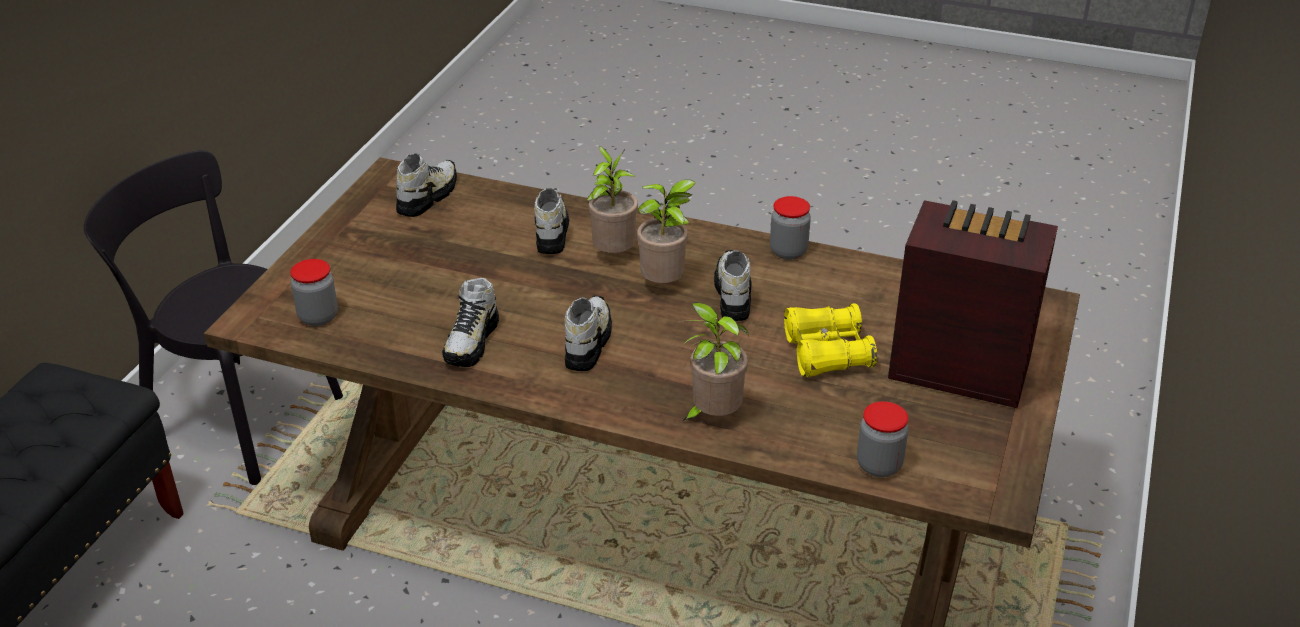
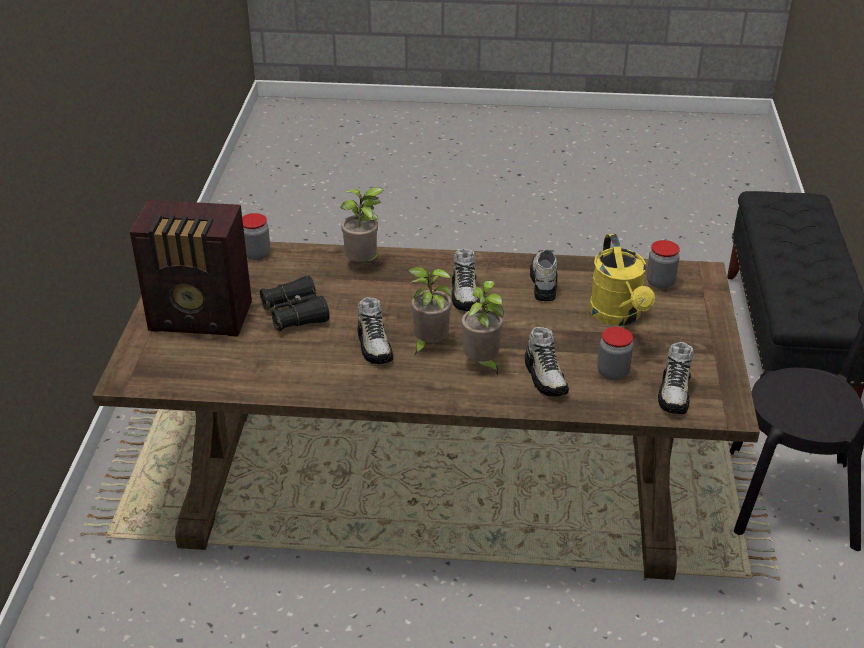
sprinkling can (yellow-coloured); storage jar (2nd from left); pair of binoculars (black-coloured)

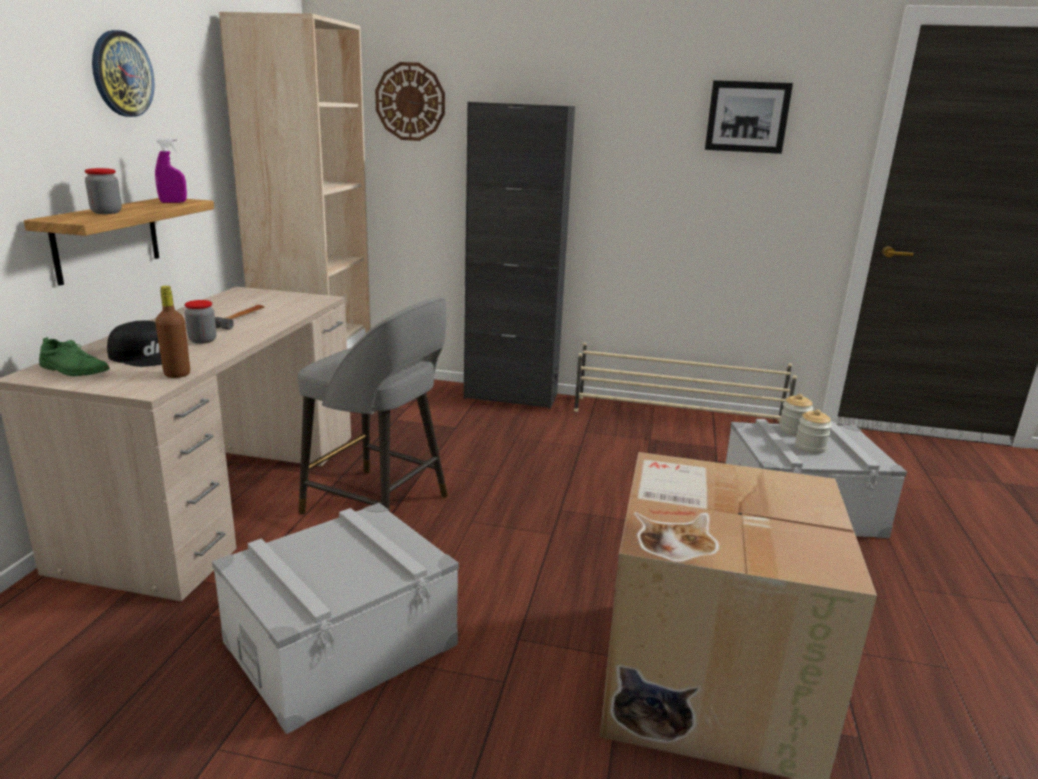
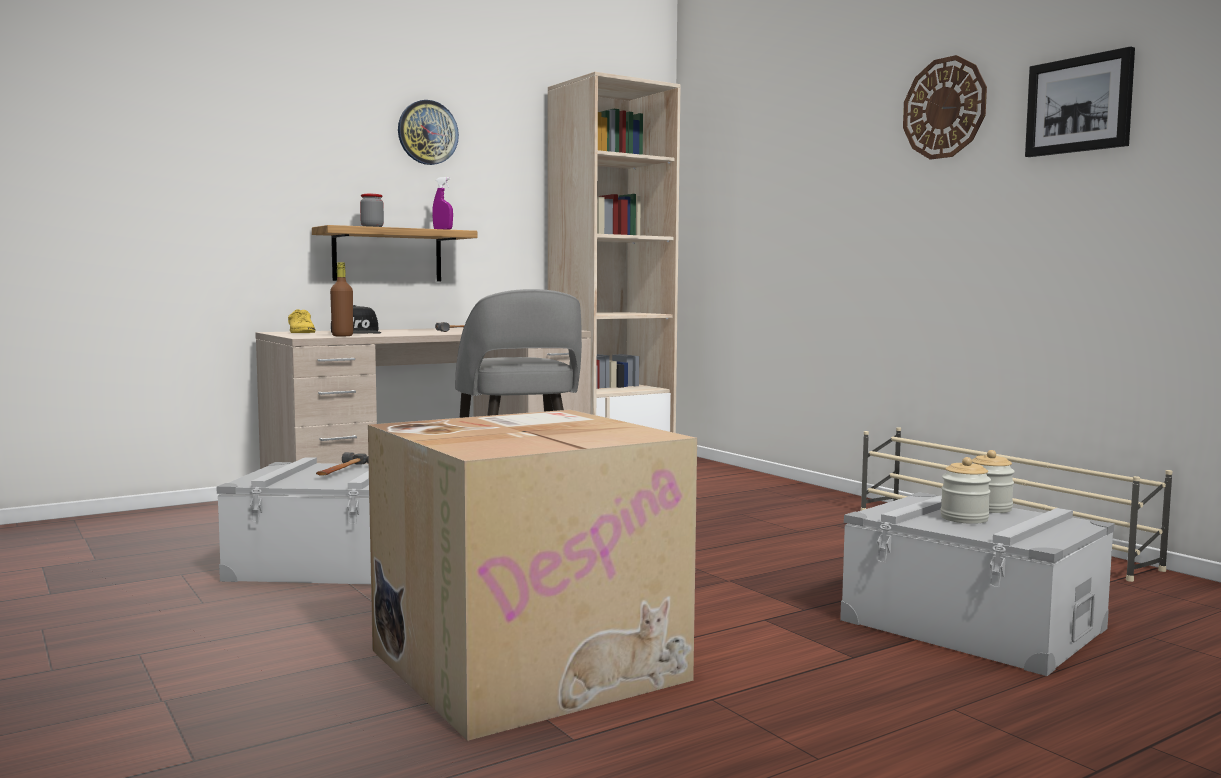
storage jar (2nd from left in the first image); cupboard (black-coloured); hammer (1st from left); wall clock (2nd from left); shoe (yellow-coloured)

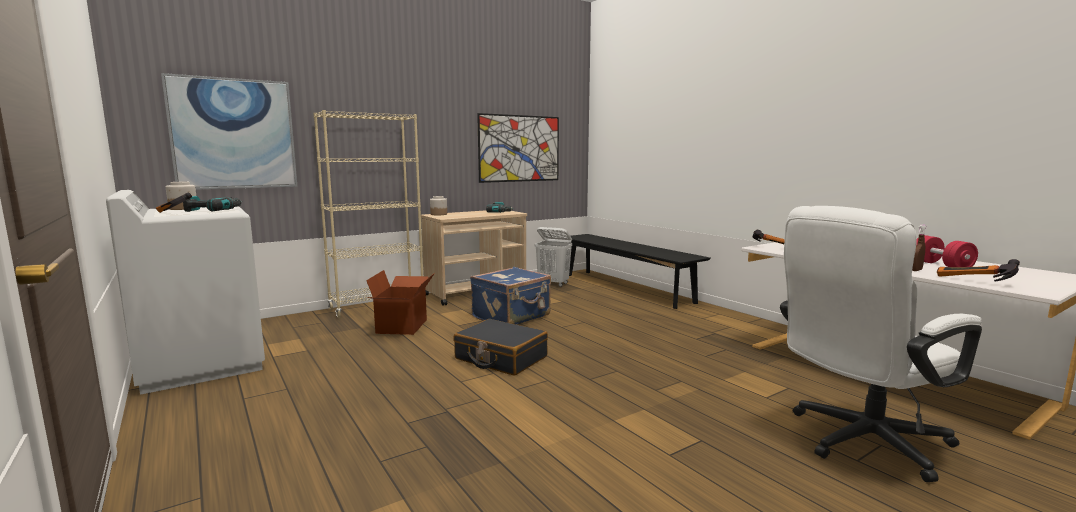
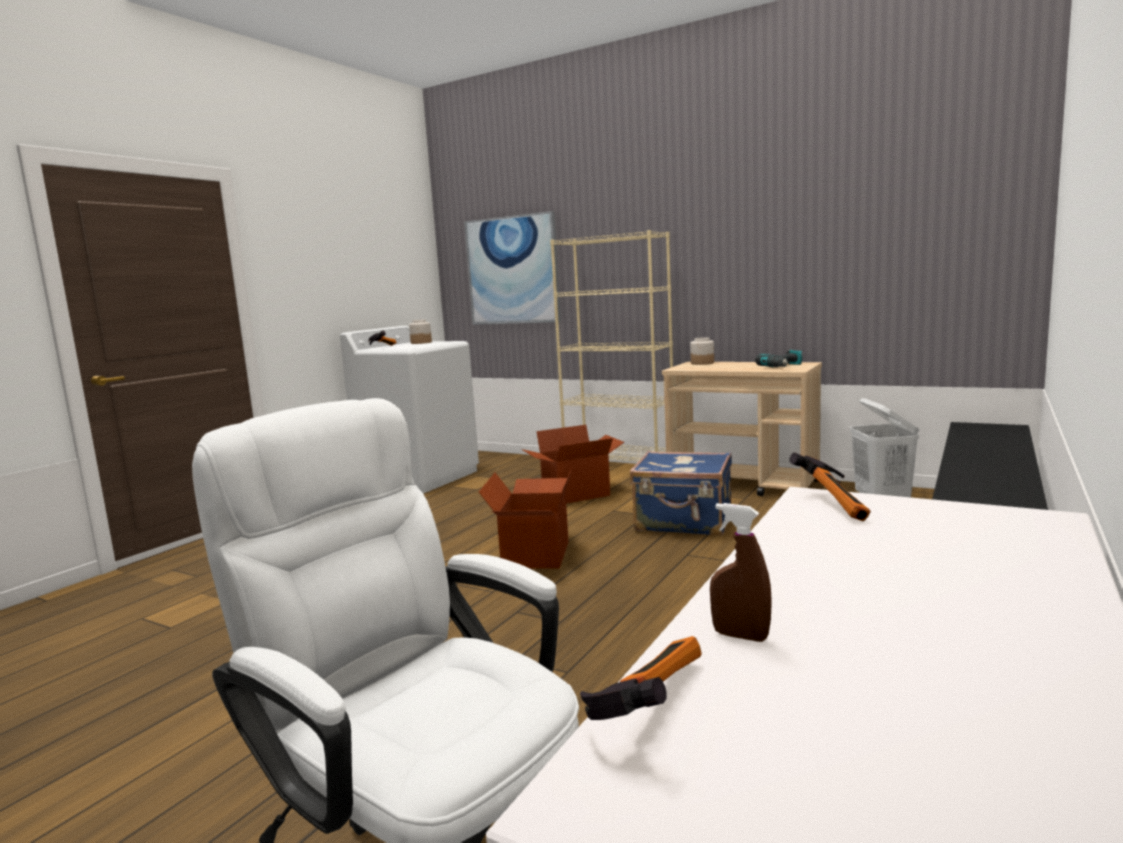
electric drill (1st from left in the first image); picture (2nd from left in the first image); dumbbell (reddish); carton (1st from left)

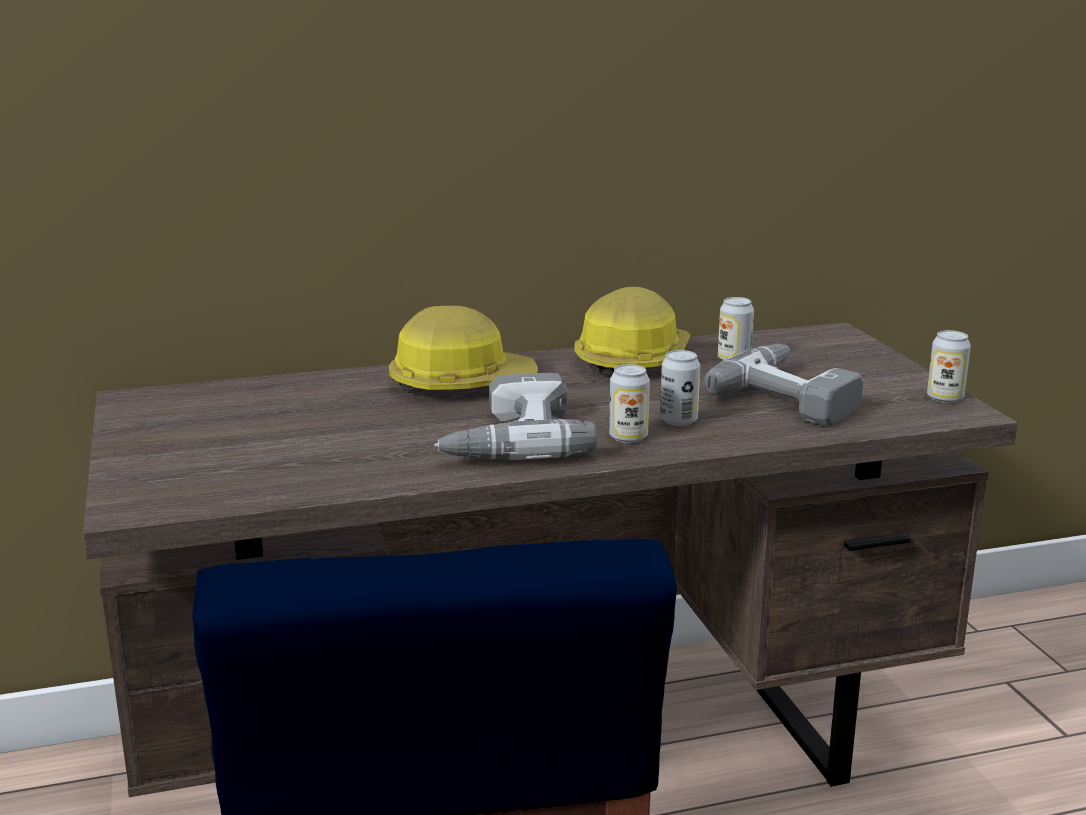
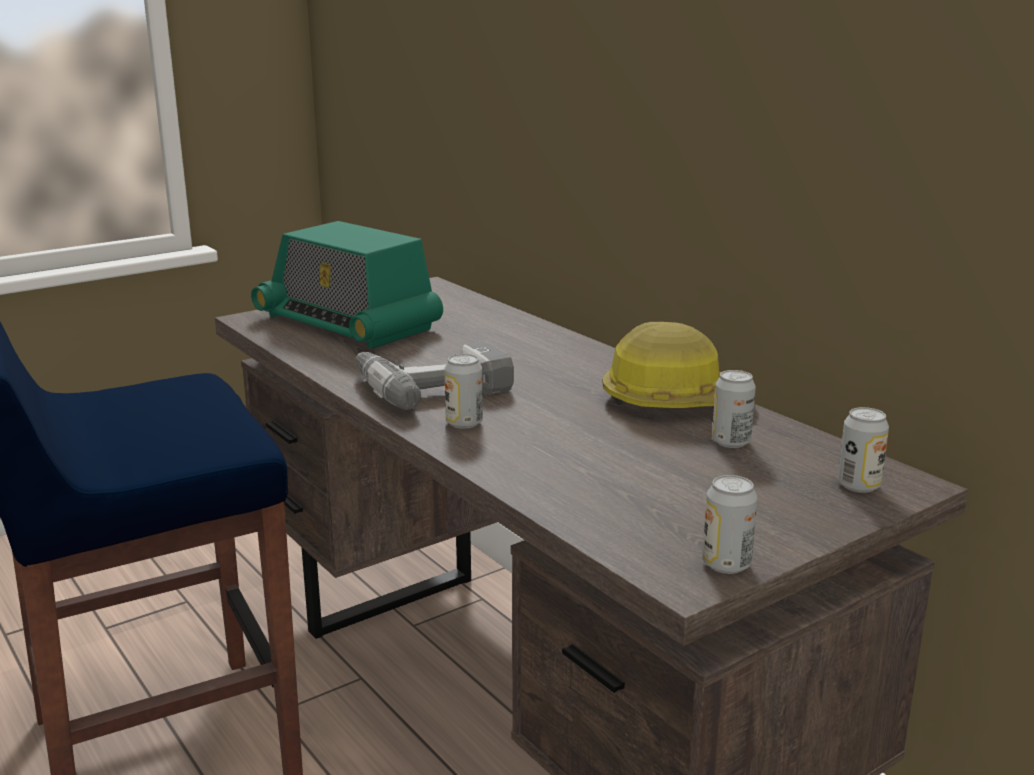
safety helmet (1st from left in the first image); electric drill (2nd from left in the first image); radio set; sealed can (4th from left)

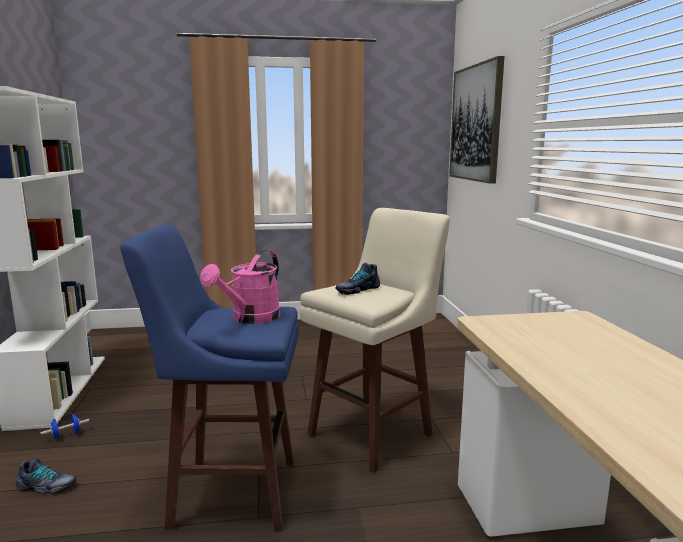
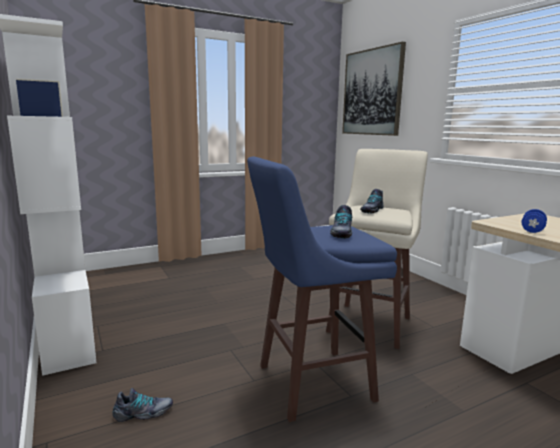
dumbbell (bluish); shoe (2nd from left)

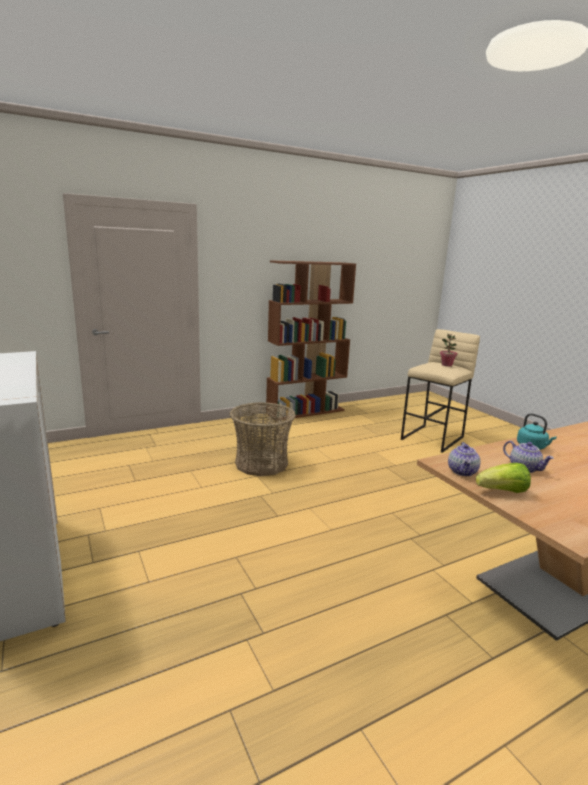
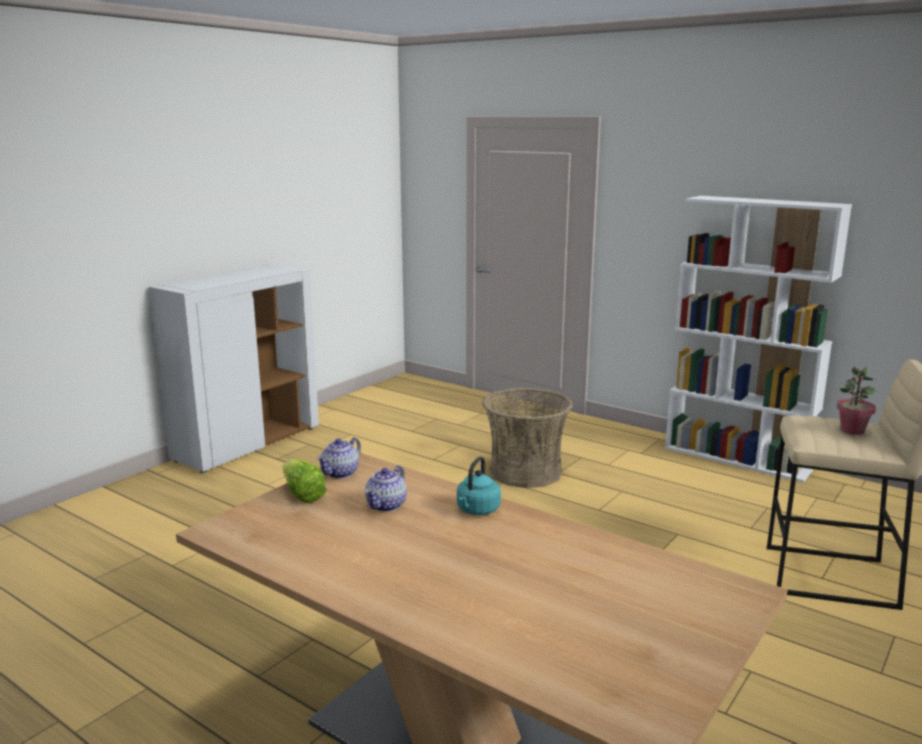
shelving unit (white); pot for tea (1st from left)

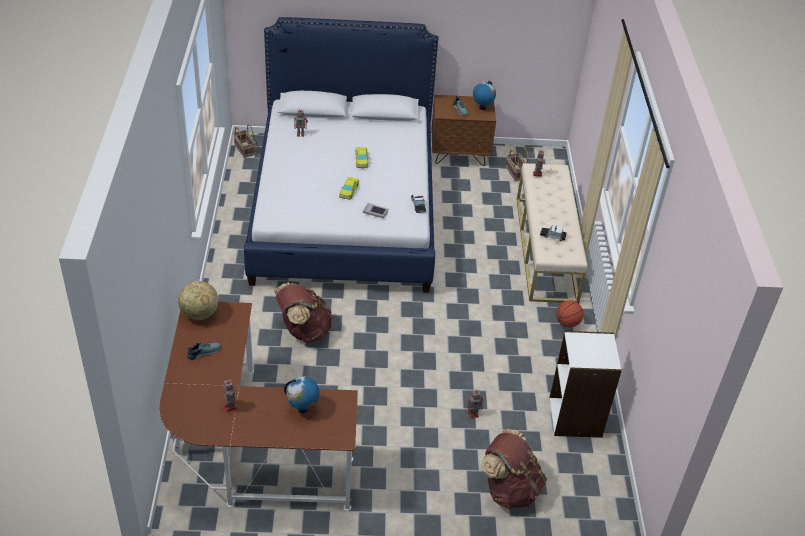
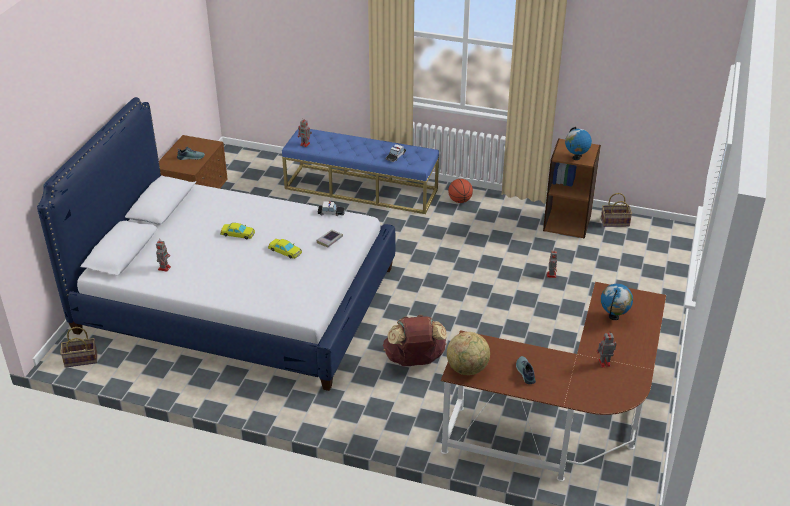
knapsack (brownish) (2nd from left in the first image); desk globe (2nd from left); basket (2nd from left); bench (bluish); shelving unit (brownish)

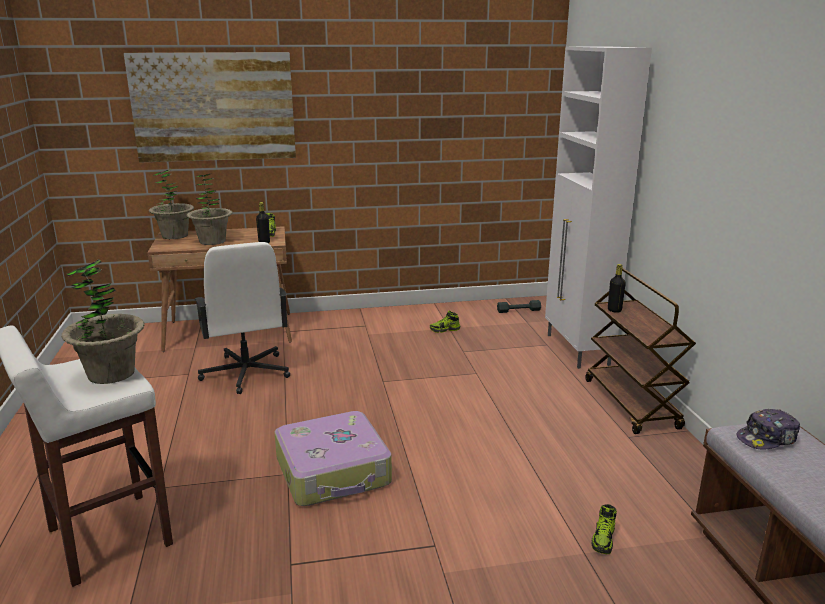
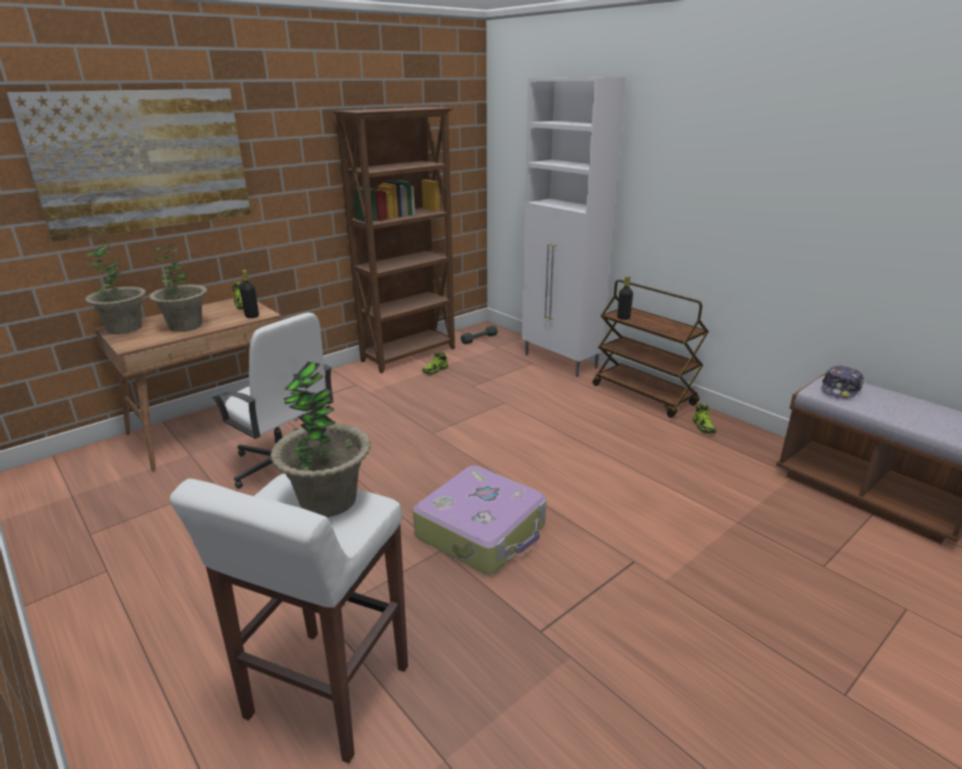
shelving unit (brownish); shoe (3rd from left)

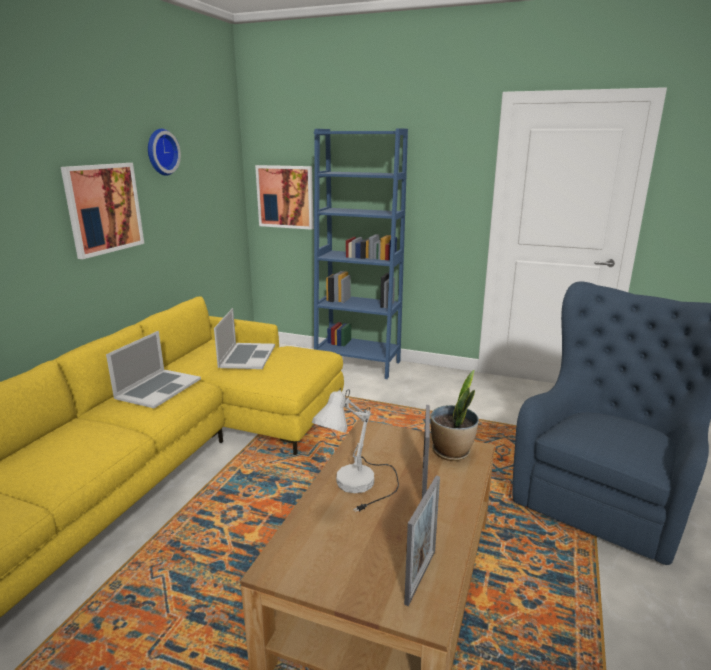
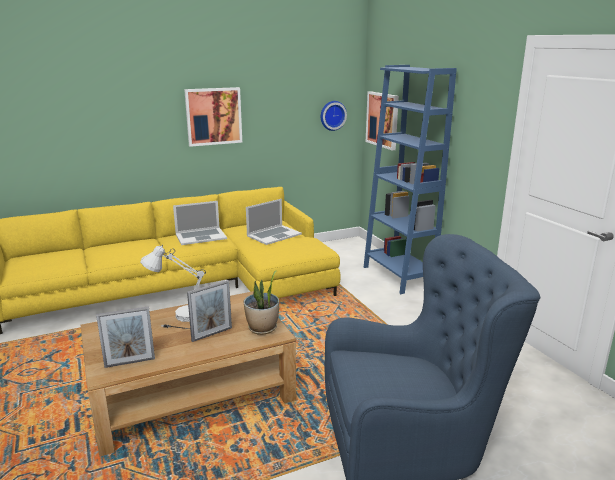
wall clock

